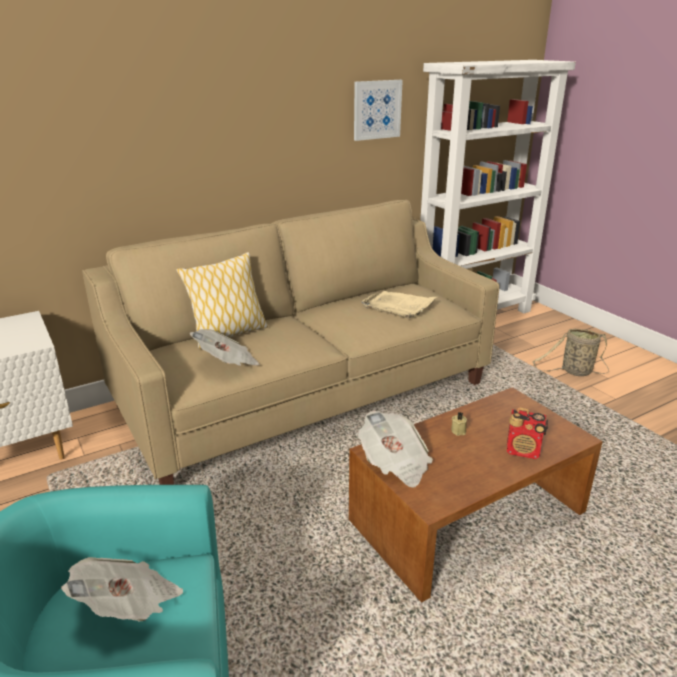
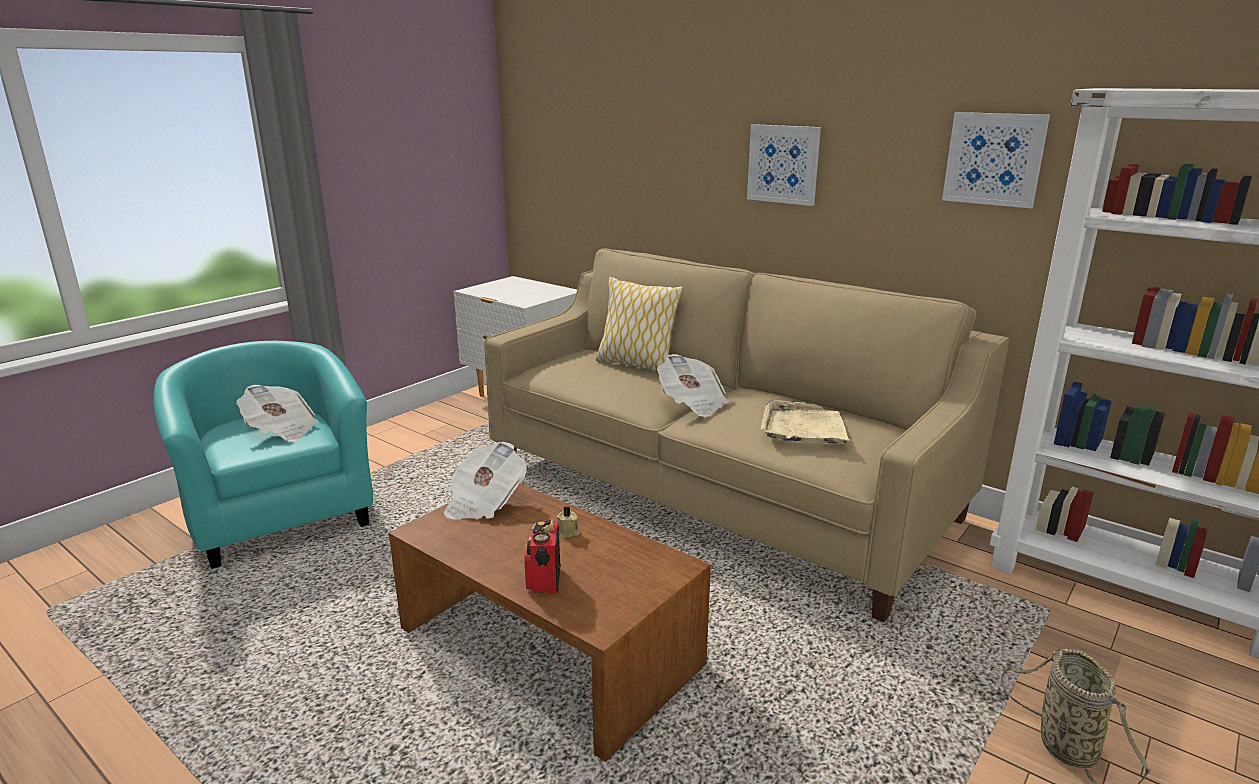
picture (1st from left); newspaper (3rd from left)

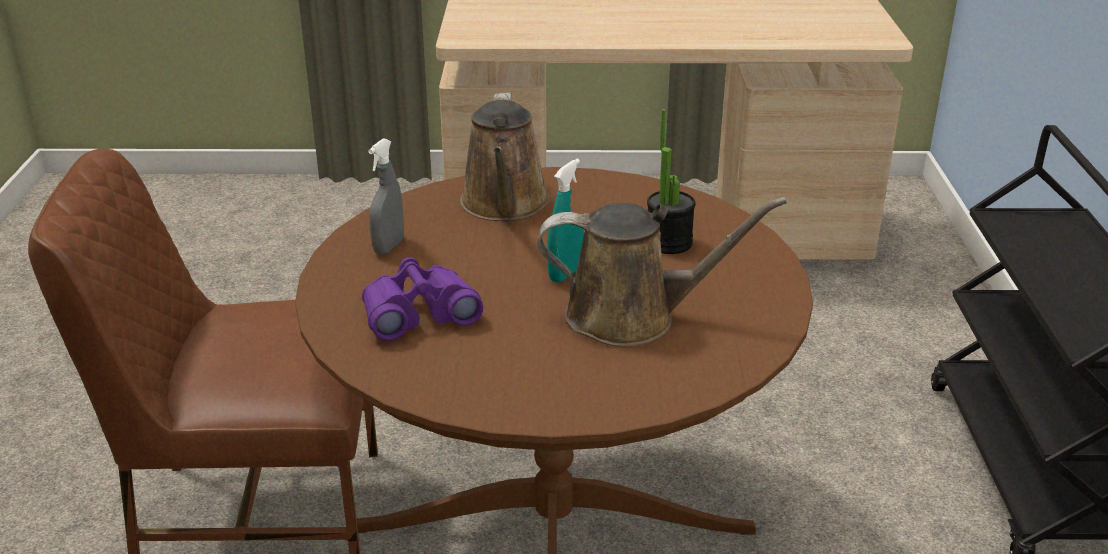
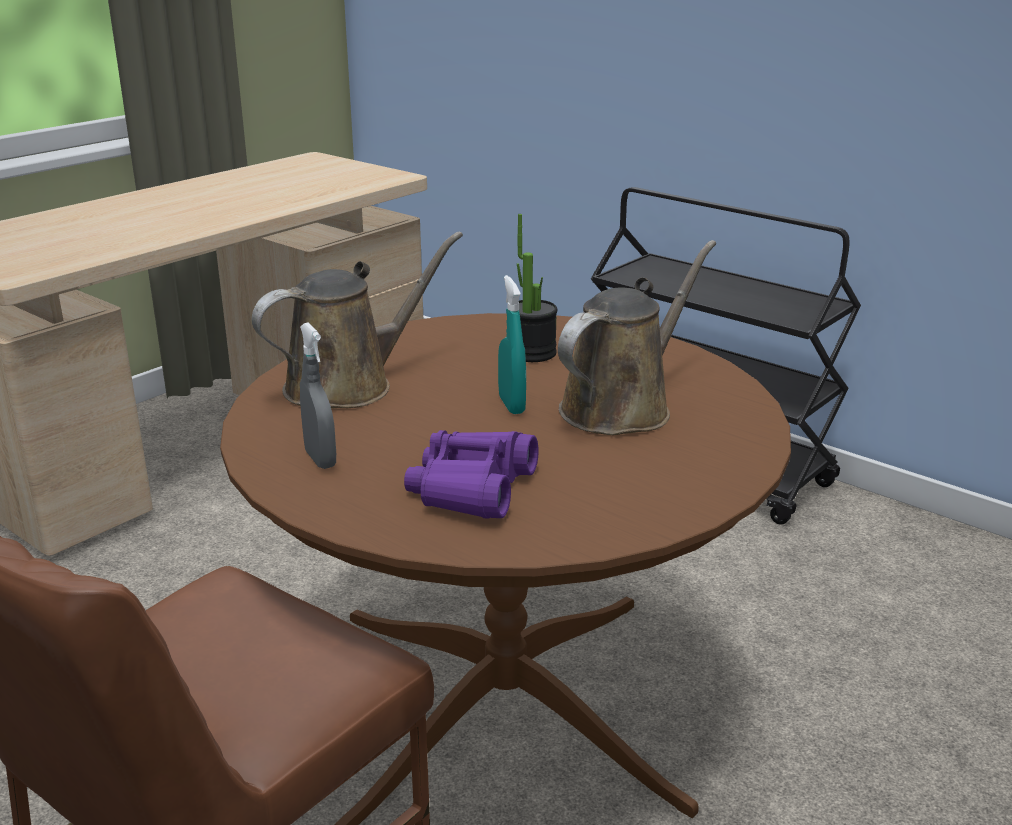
sprinkling can (brownish) (1st from left)

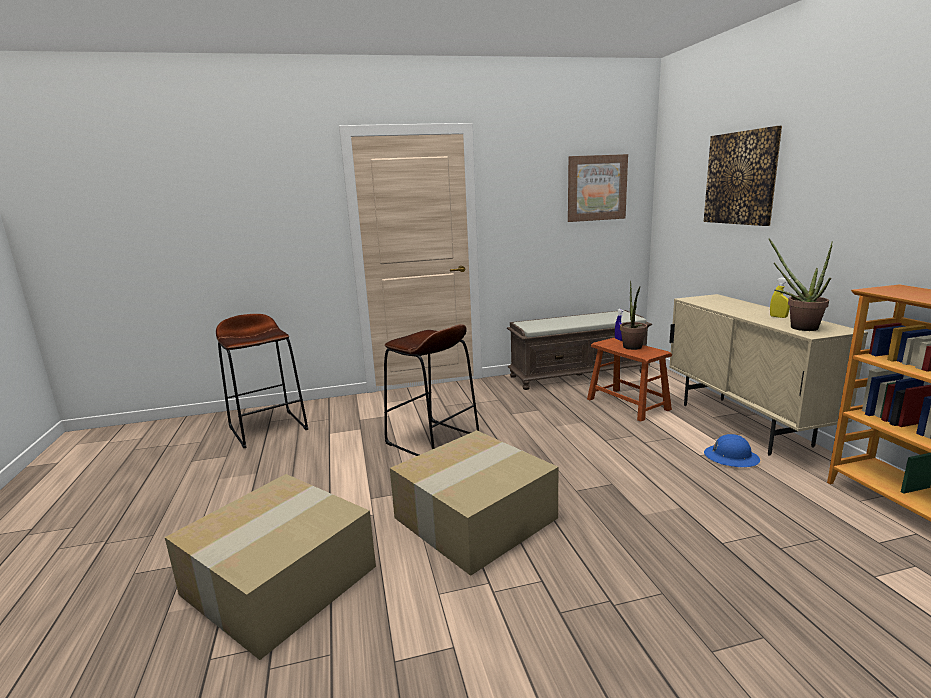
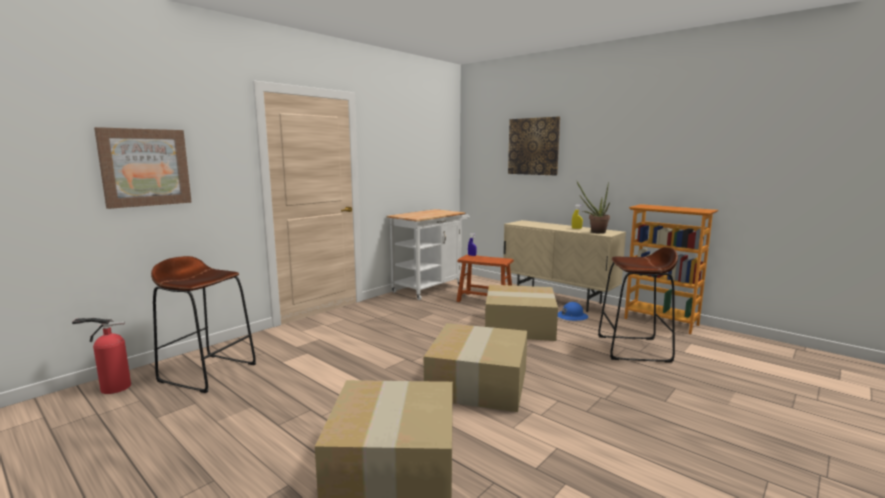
potted plant (1st from left in the first image); extinguisher; carton (3rd from left); sitting stool (brownish) (3rd from left); picture (1st from left); wheeled cart (white)

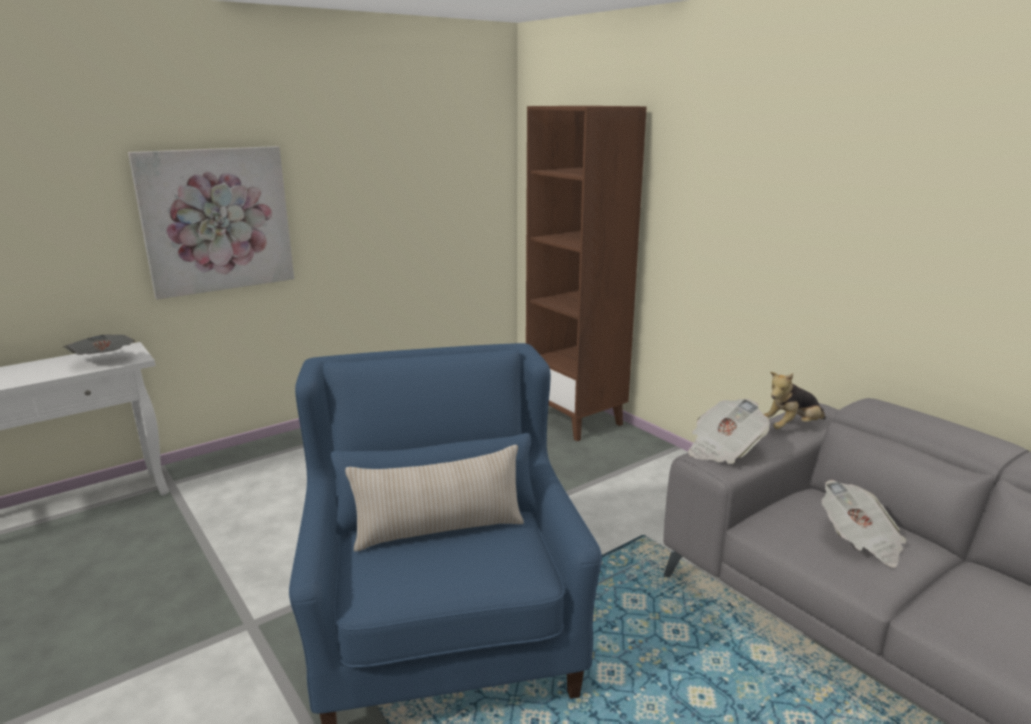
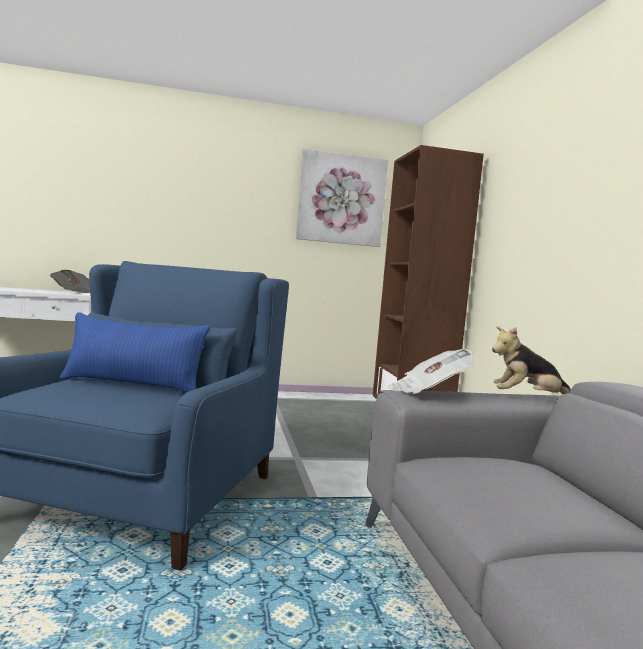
newspaper (3rd from left in the first image); picture; cushion (bluish)

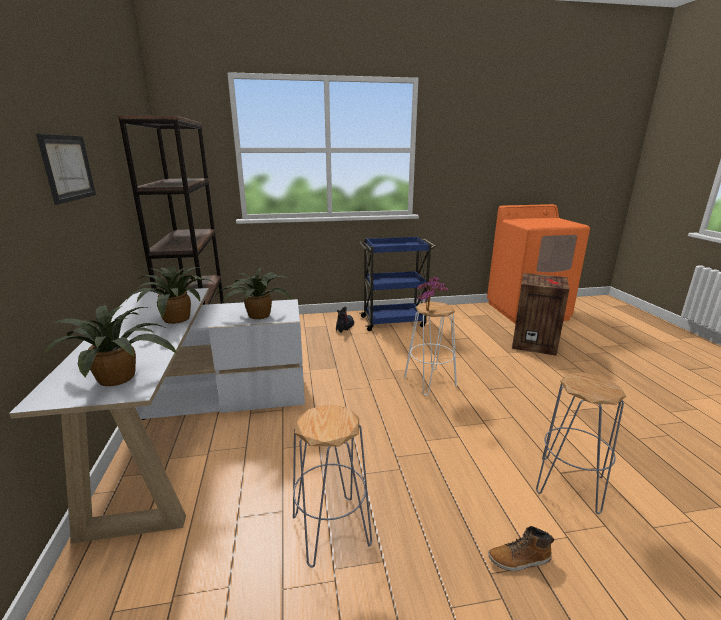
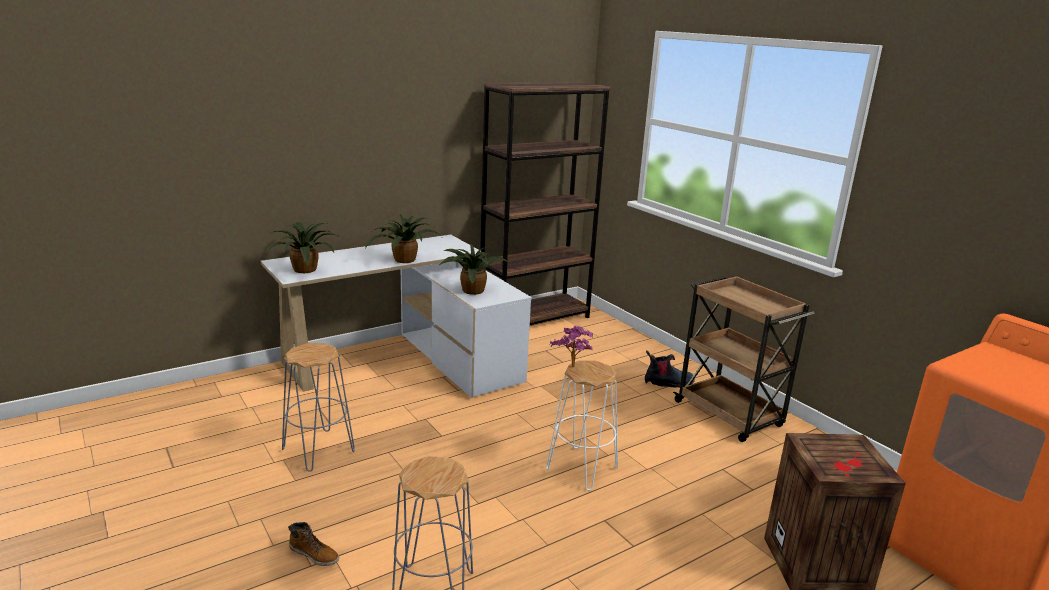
picture; wheeled cart (brownish); boot (1st from left)

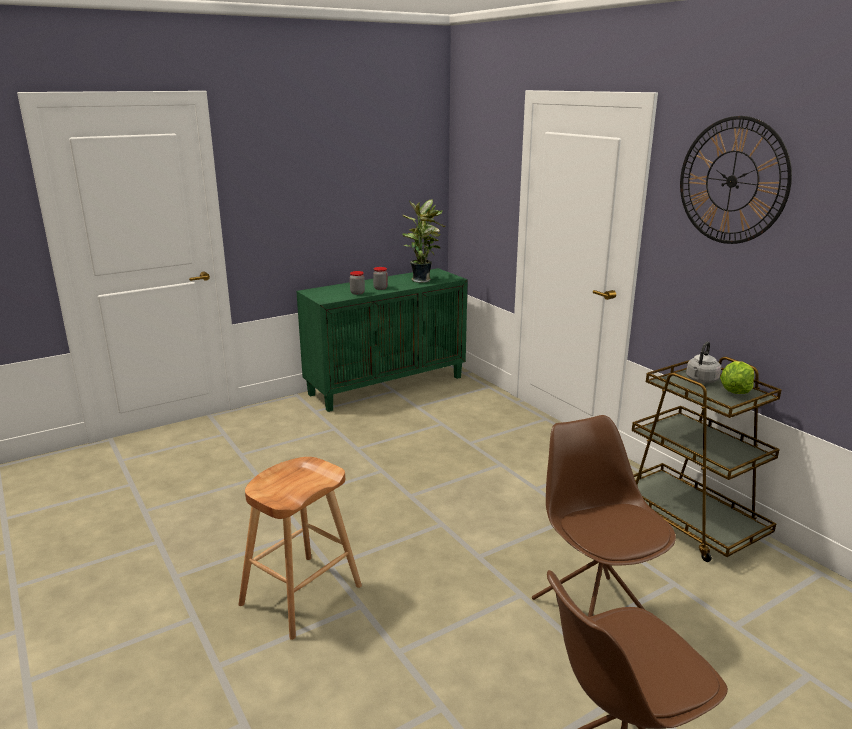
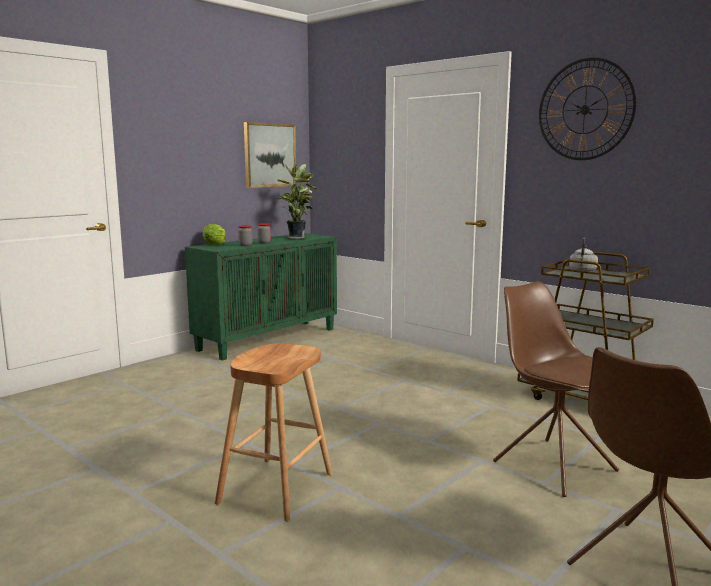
picture; lettuce head

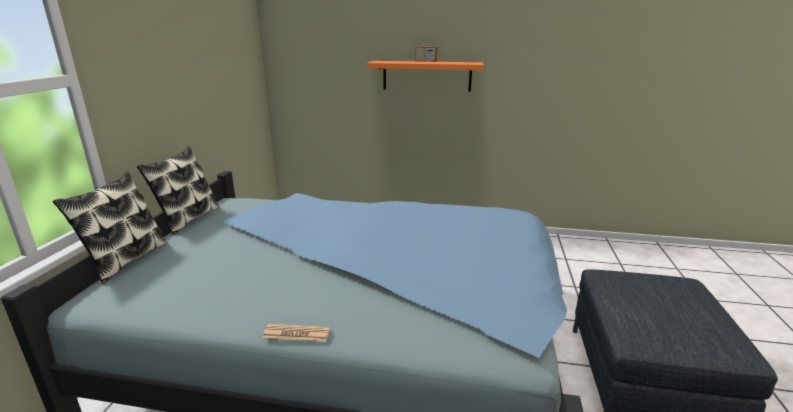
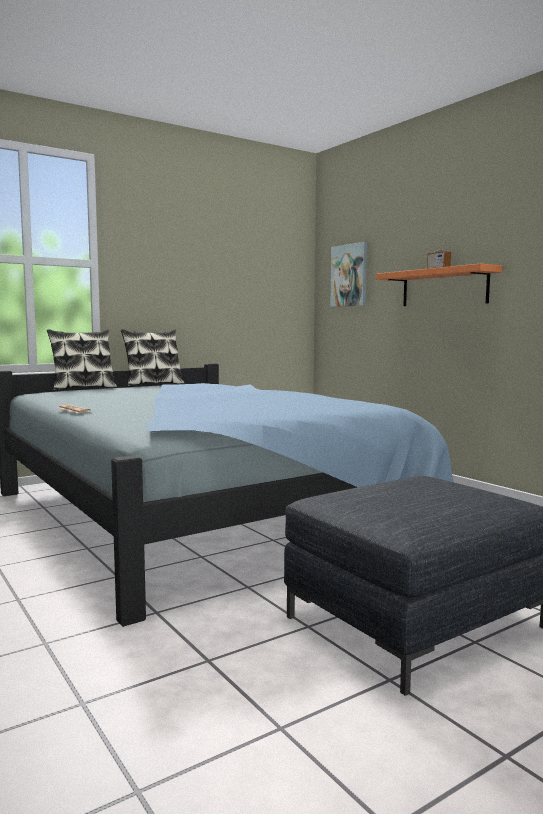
picture

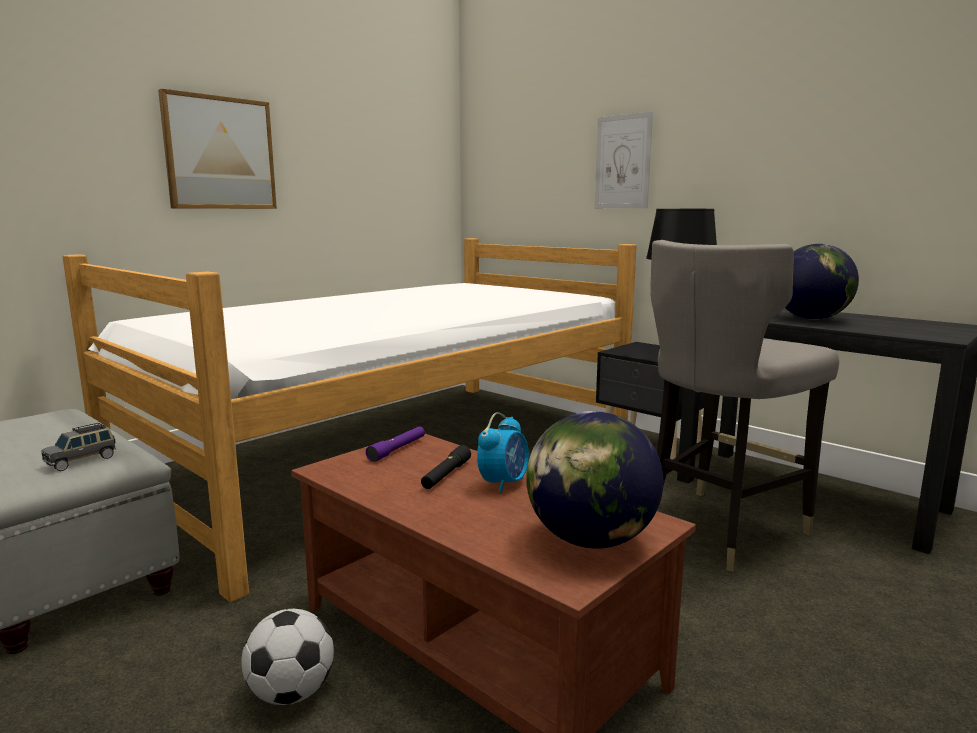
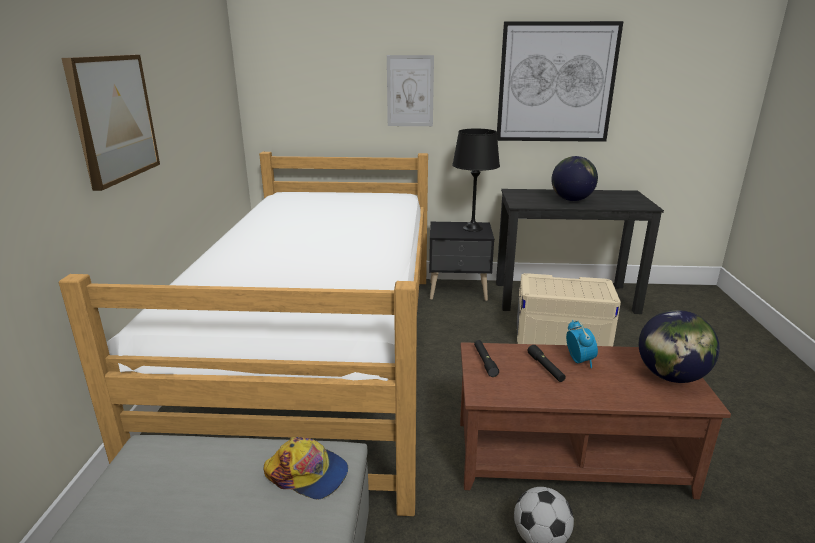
picture (3rd from left); baseball cap; storage box (beige); hand torch (black-coloured) (1st from left)

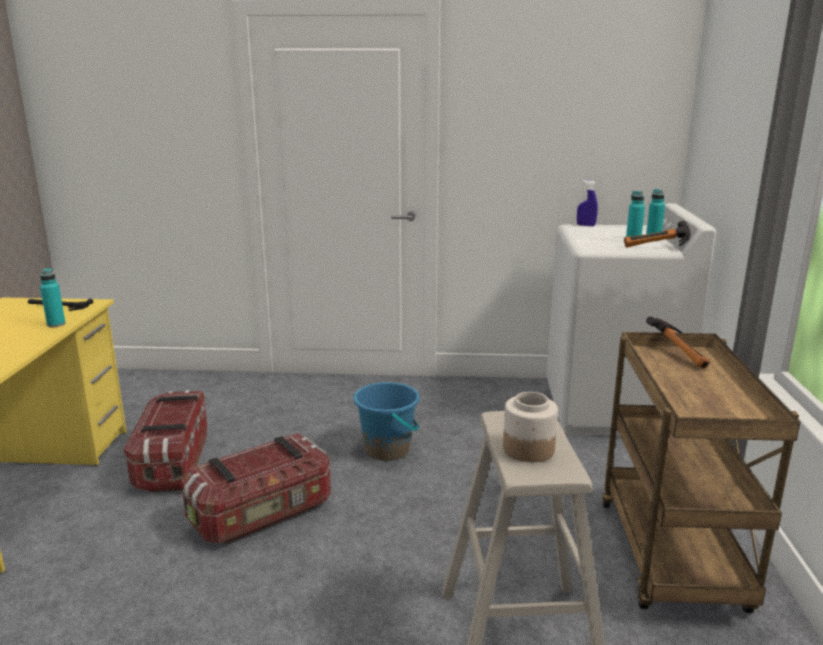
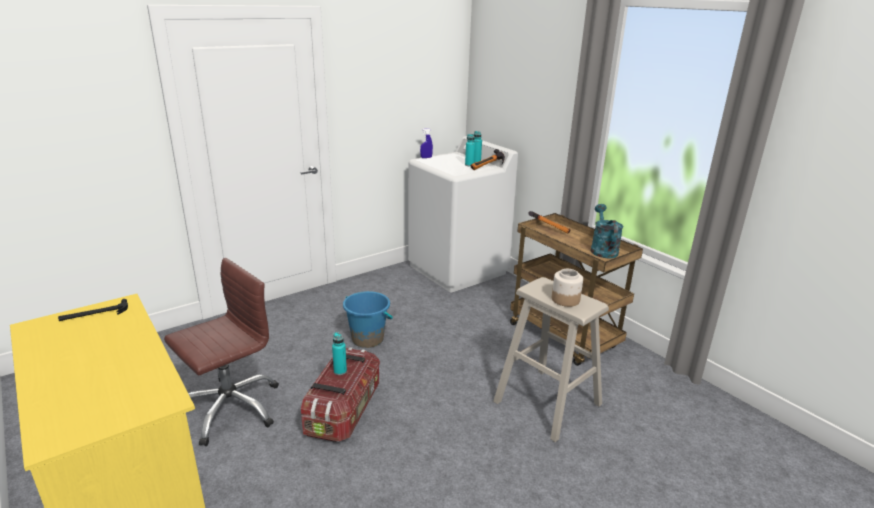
sprinkling can (blue-green); beverage bottle (blue-green) (1st from left); desk chair (brownish)

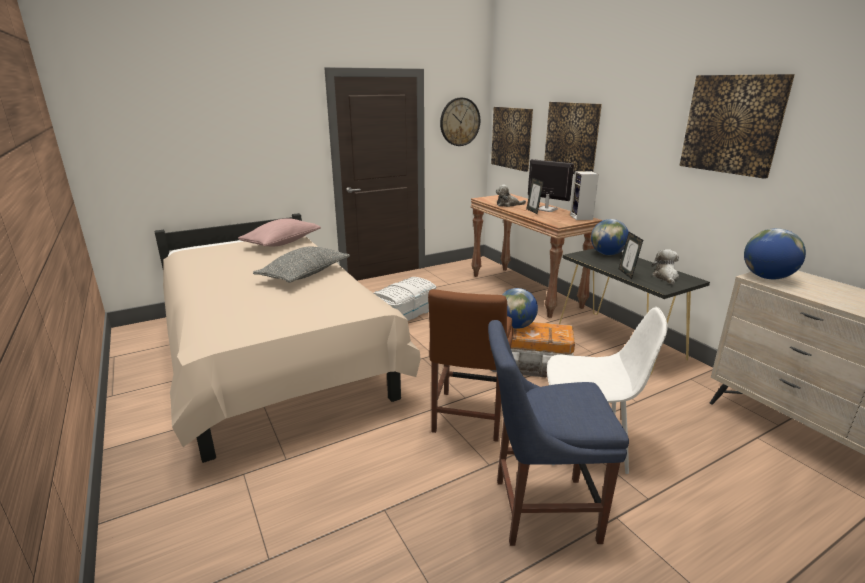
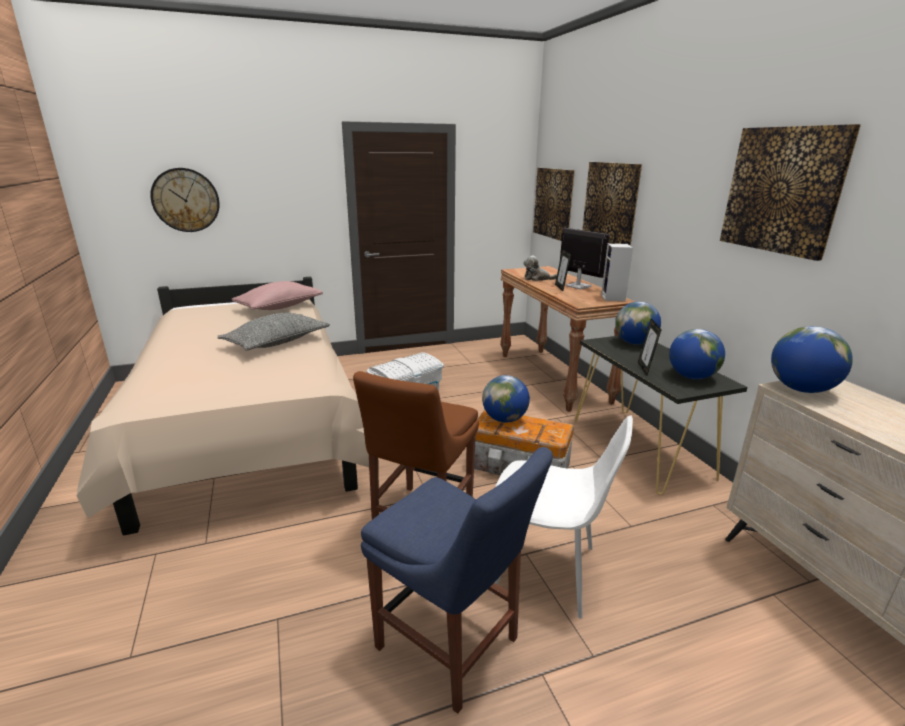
wall clock; desk globe (3rd from left); upright chair (bluish)

